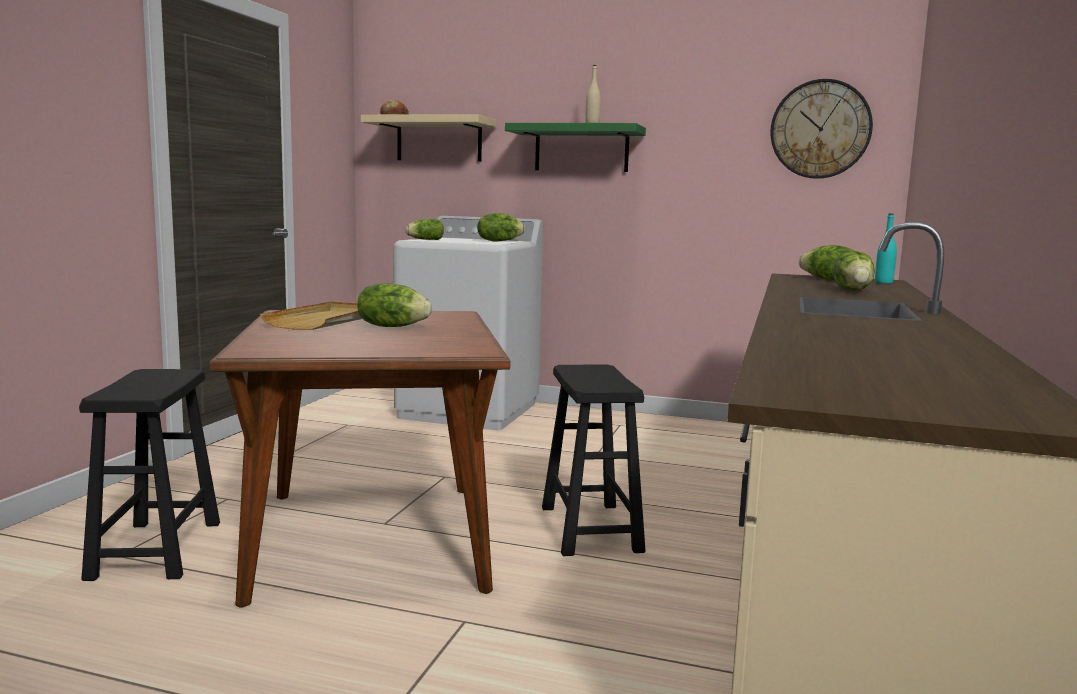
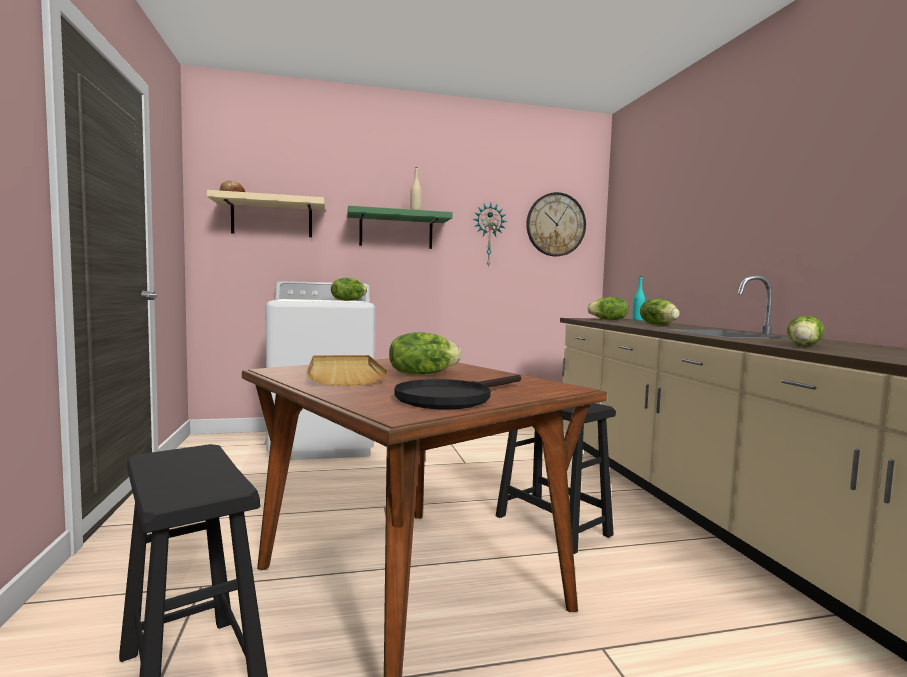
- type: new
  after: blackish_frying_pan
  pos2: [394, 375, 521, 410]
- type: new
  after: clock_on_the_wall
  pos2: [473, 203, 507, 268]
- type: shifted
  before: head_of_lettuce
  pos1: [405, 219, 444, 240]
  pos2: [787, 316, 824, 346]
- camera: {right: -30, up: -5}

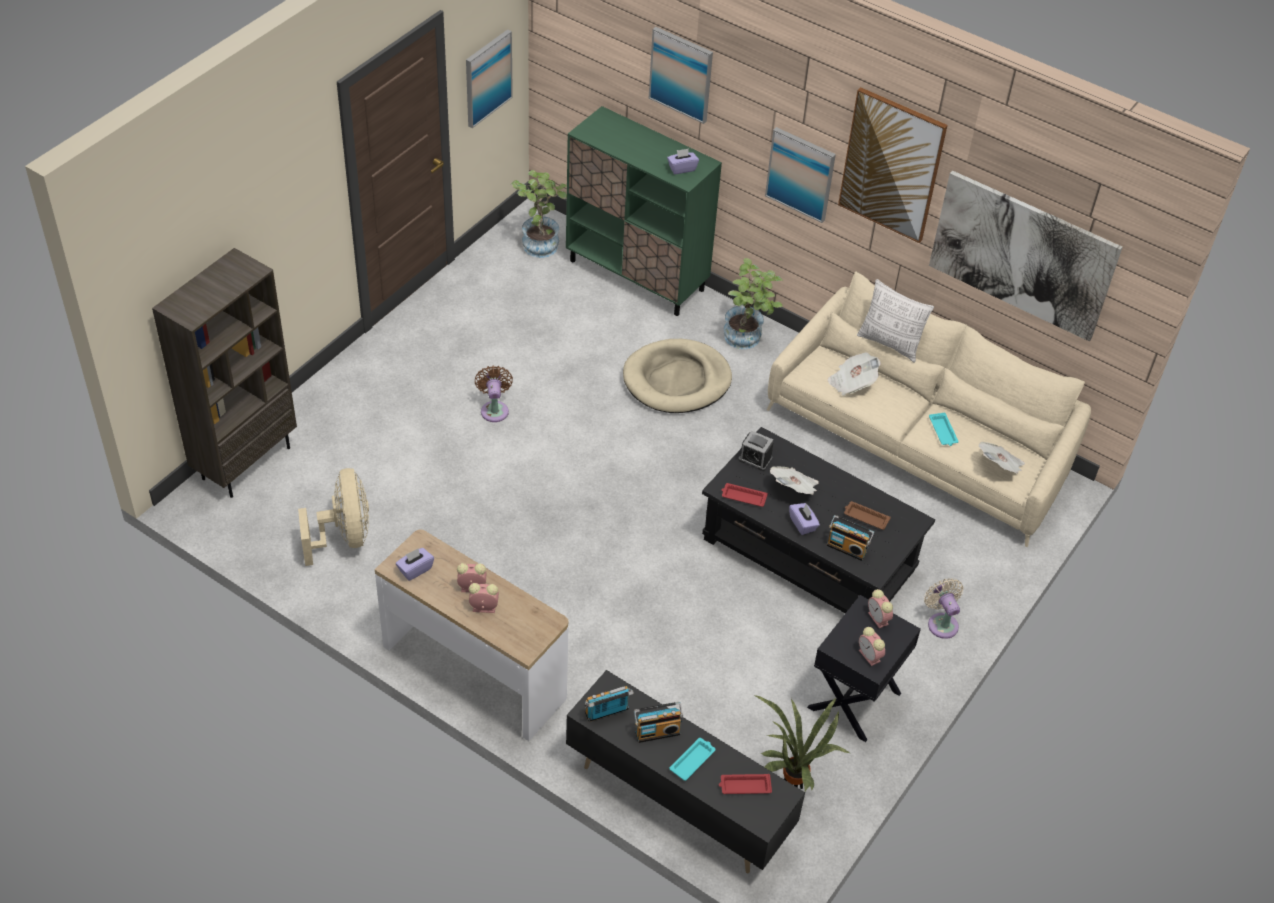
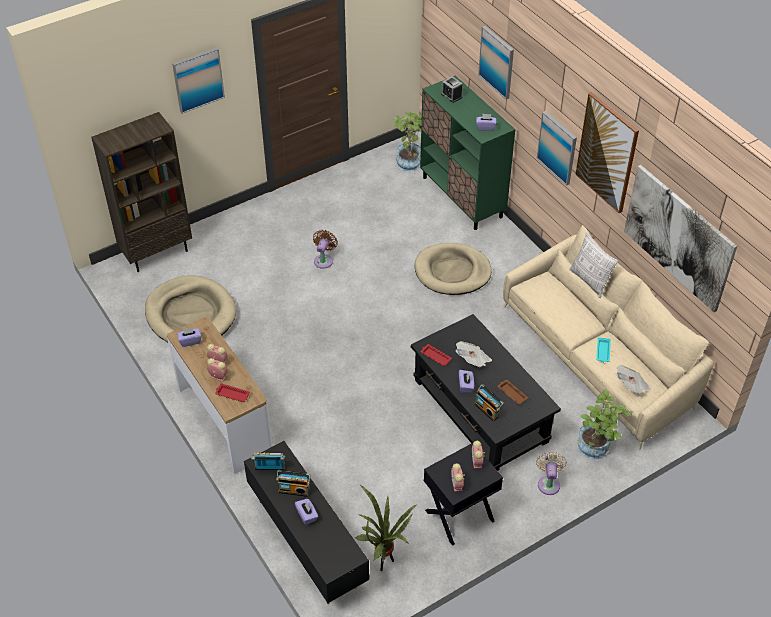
- type: gone
  before: newspaper
  pos1: [828, 352, 881, 396]
- type: shifted
  before: wall_art
  pos1: [466, 29, 513, 128]
  pos2: [172, 47, 225, 114]
- type: shifted
  before: reddish_serving_tray
  pos1: [719, 774, 772, 794]
  pos2: [215, 384, 250, 402]
- type: shifted
  before: plant_in_a_pot
  pos1: [724, 258, 784, 349]
  pos2: [578, 389, 632, 459]
- type: shifted
  before: alarm_clock
  pos1: [738, 431, 774, 471]
  pos2: [441, 76, 463, 103]
- type: swapped
  before: beige_electric_fan
  after: beige_dog_bed
  pos1: [298, 468, 369, 566]
  pos2: [145, 275, 236, 342]
- type: swapped
  before: turquoise-coloured_serving_tray
  after: purplish_tissue_holder
  pos1: [669, 738, 715, 781]
  pos2: [295, 499, 318, 525]
- camera: {right: 25, up: 0}

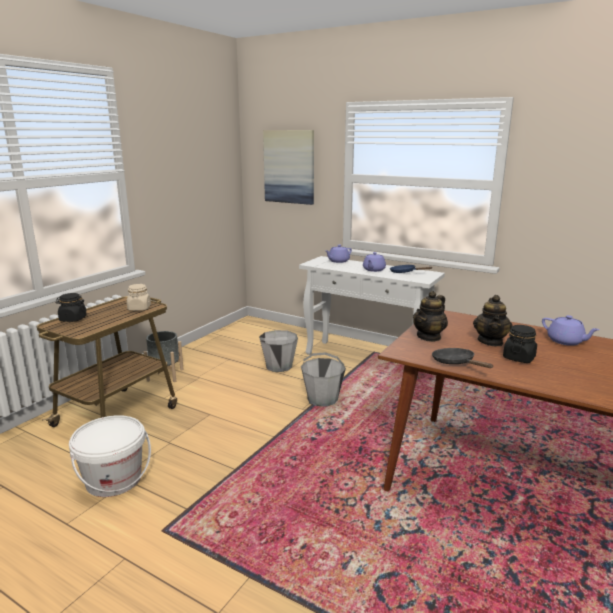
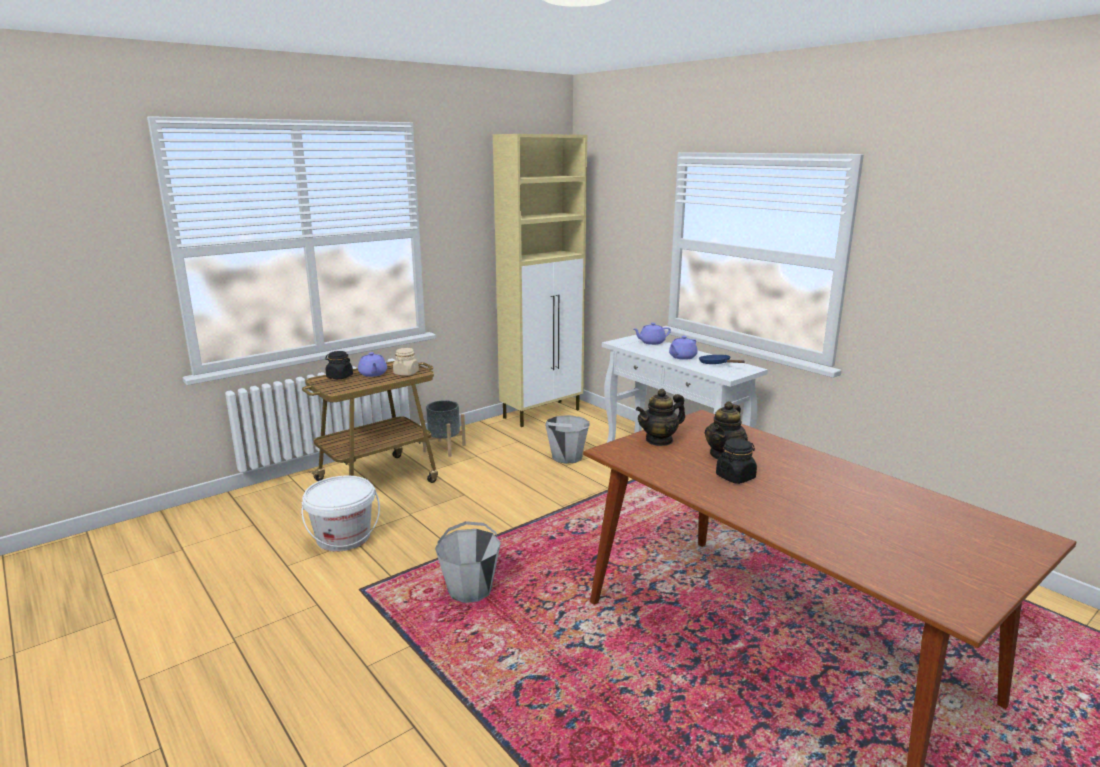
- type: gone
  before: wall_art
  pos1: [263, 130, 314, 205]
- type: gone
  before: blackish_frying_pan
  pos1: [432, 348, 493, 368]
- type: new
  after: beige_storage_cabinet
  pos2: [493, 134, 587, 427]
- type: shifted
  before: greyish_water_bucket
  pos1: [301, 352, 346, 407]
  pos2: [435, 521, 501, 603]
- type: shifted
  before: purplish_pot_for_tea
  pos1: [542, 315, 600, 346]
  pos2: [358, 352, 387, 377]
- camera: {right: 20, up: 0}

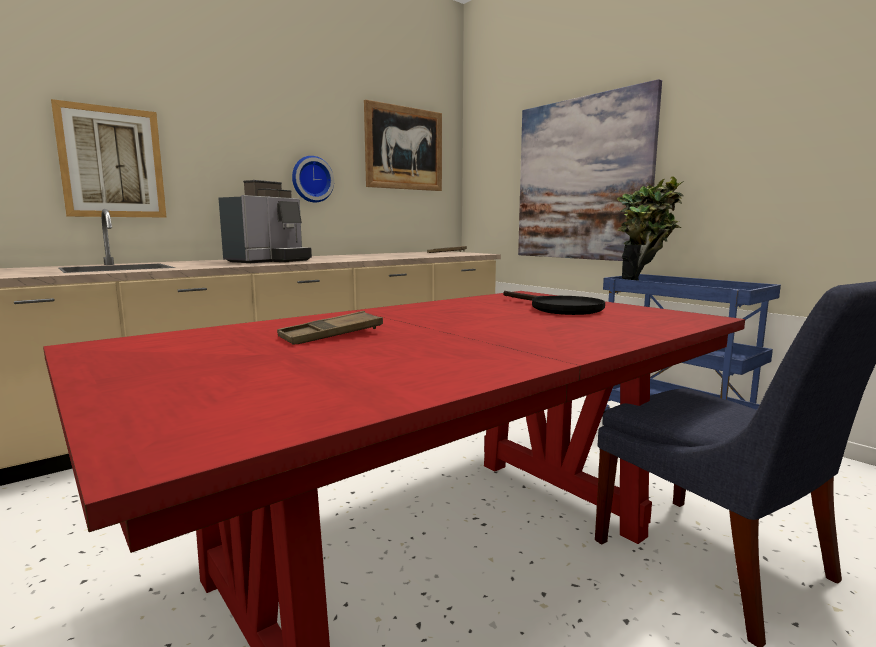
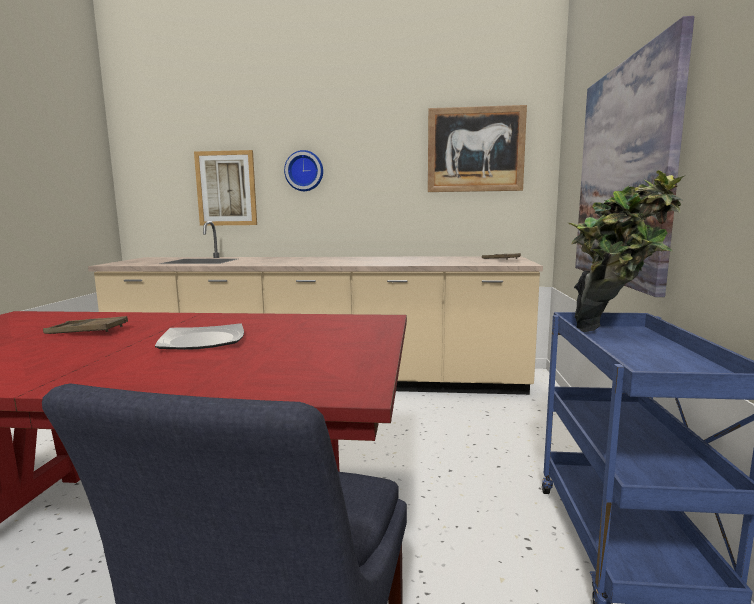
- type: gone
  before: coffee_machine
  pos1: [219, 180, 312, 263]
- type: gone
  before: blackish_frying_pan
  pos1: [503, 291, 605, 315]
- type: new
  after: flat_dish
  pos2: [155, 323, 244, 350]
- type: shifted
  before: clock_on_the_wall
  pos1: [292, 156, 334, 203]
  pos2: [284, 150, 323, 191]
- camera: {right: 45, up: 0}

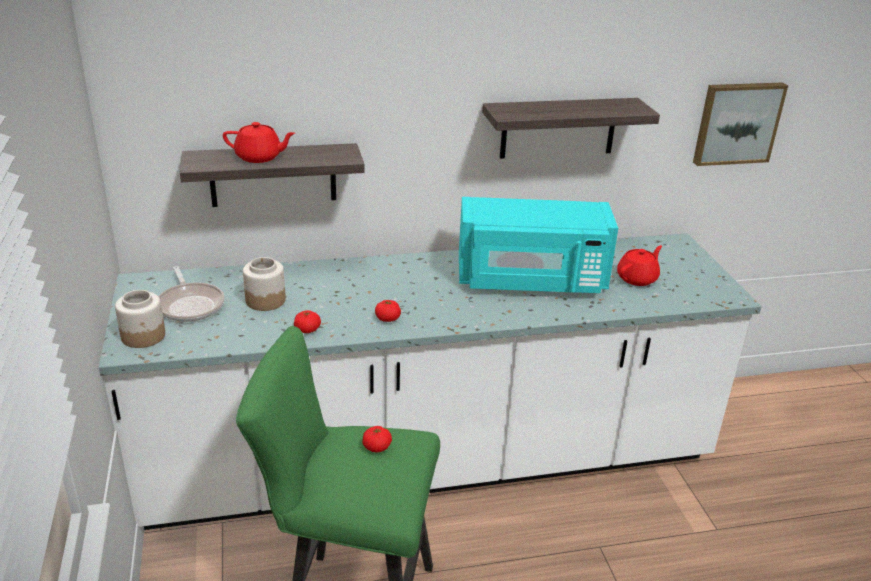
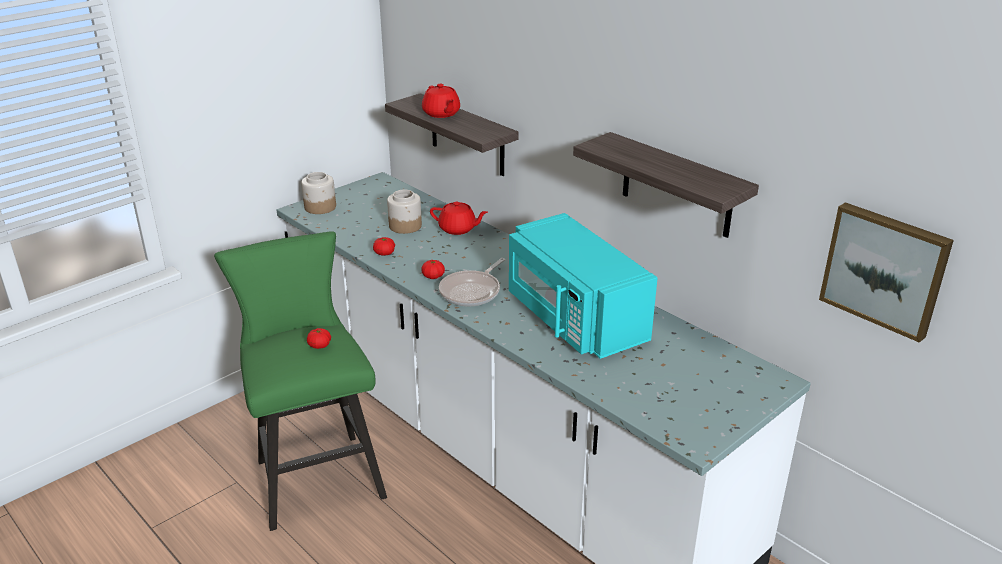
- type: shifted
  before: frying_pan
  pos1: [159, 266, 224, 322]
  pos2: [439, 258, 506, 306]
- type: shifted
  before: reddish_pot_for_tea
  pos1: [617, 245, 662, 286]
  pos2: [430, 202, 488, 235]
- camera: {right: 60, up: 0}

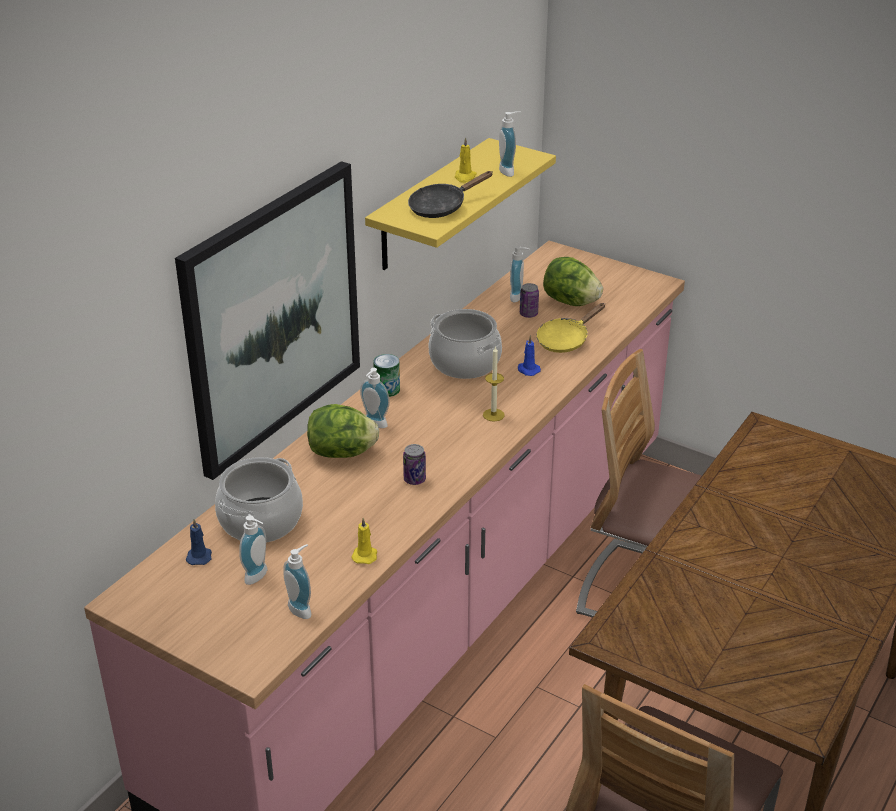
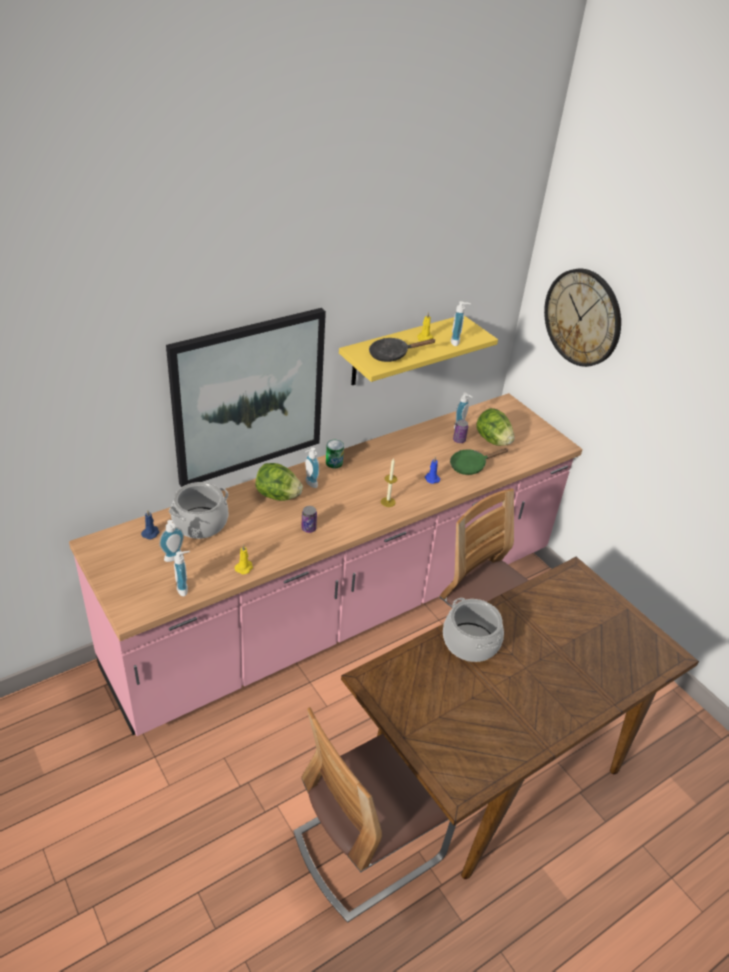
- type: new
  after: clock_on_the_wall
  pos2: [544, 268, 621, 367]
- type: shifted
  before: cooking_pot
  pos1: [429, 309, 502, 379]
  pos2: [443, 598, 504, 662]
- type: repainted
  before: yellowish_frying_pan
  after: green-coloured_frying_pan
  pos1: [536, 303, 605, 353]
  pos2: [450, 448, 508, 475]
- camera: {right: 20, up: 5}

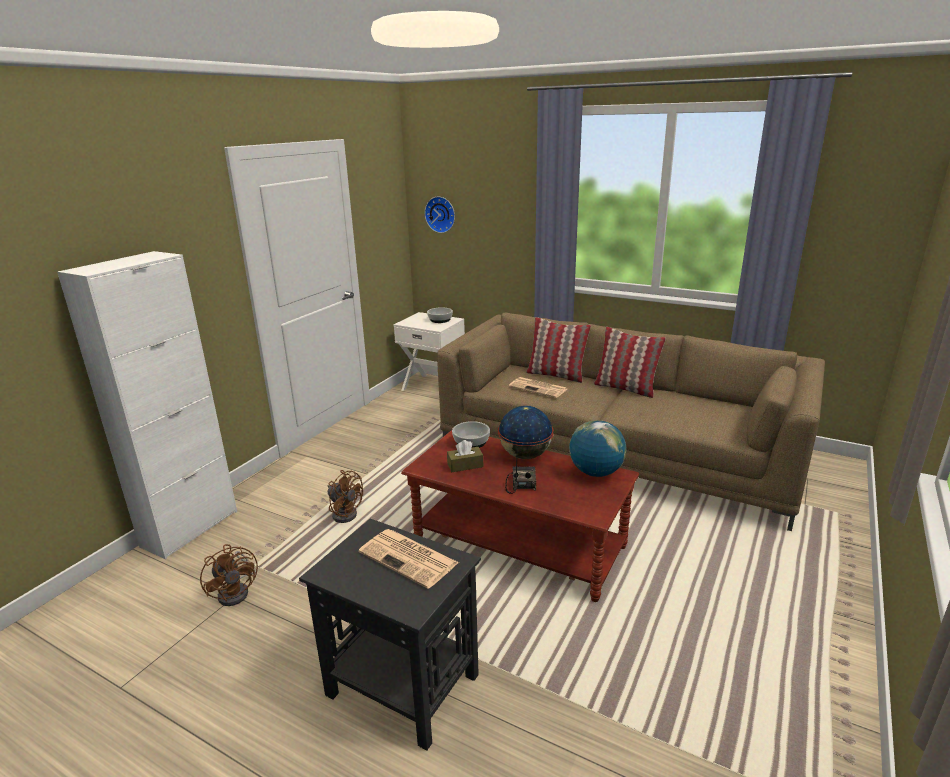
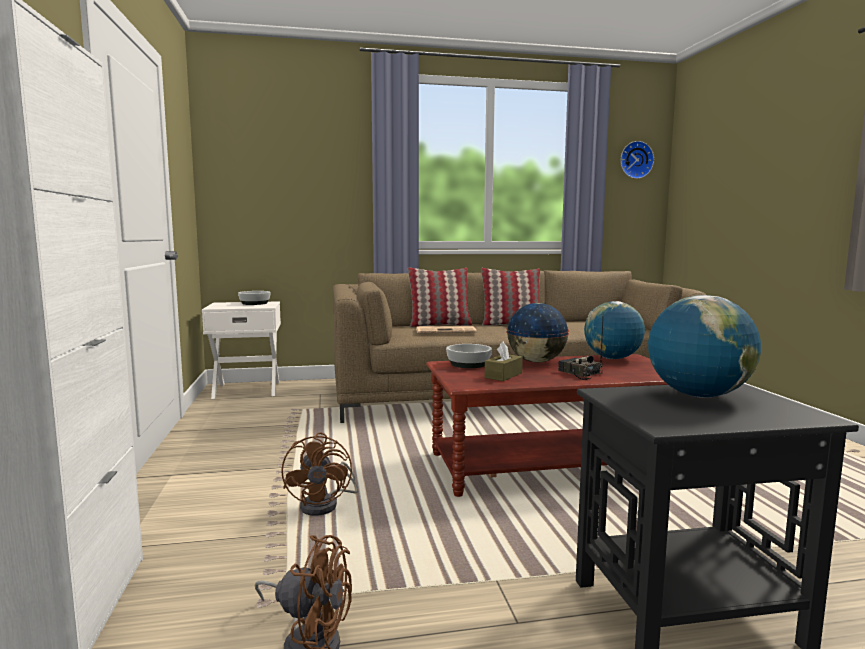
- type: shifted
  before: clock_on_the_wall
  pos1: [425, 196, 455, 233]
  pos2: [620, 141, 654, 179]
- type: swapped
  before: newspaper
  after: world_globe
  pos1: [359, 529, 459, 589]
  pos2: [648, 295, 761, 398]
- type: rotated
  before: brown_electric_fan
  pos1: [327, 470, 363, 523]
  pos2: [281, 432, 358, 516]
  turn: 90
- camera: {right: -40, up: -15}

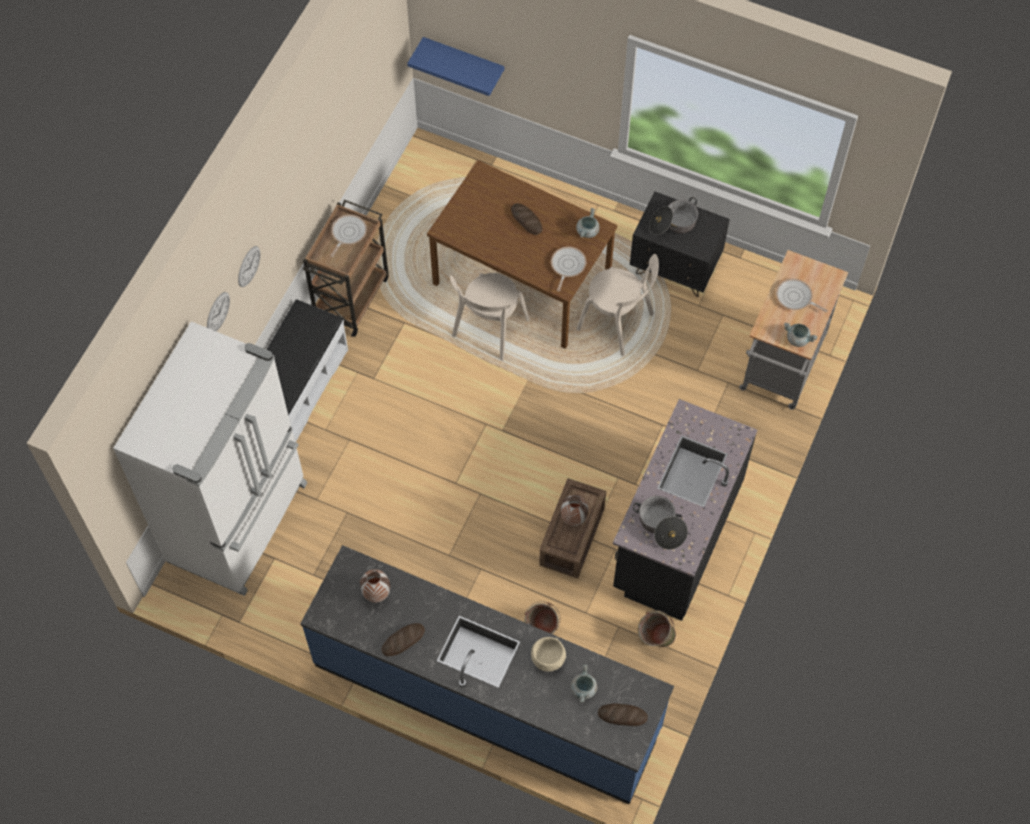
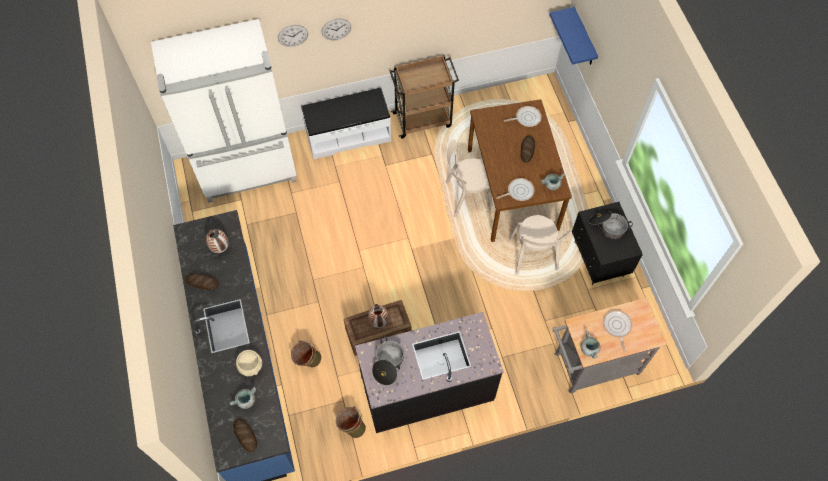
- type: shifted
  before: frying_pan
  pos1: [330, 215, 367, 257]
  pos2: [504, 106, 542, 127]
- camera: {right: 50, up: 0}

